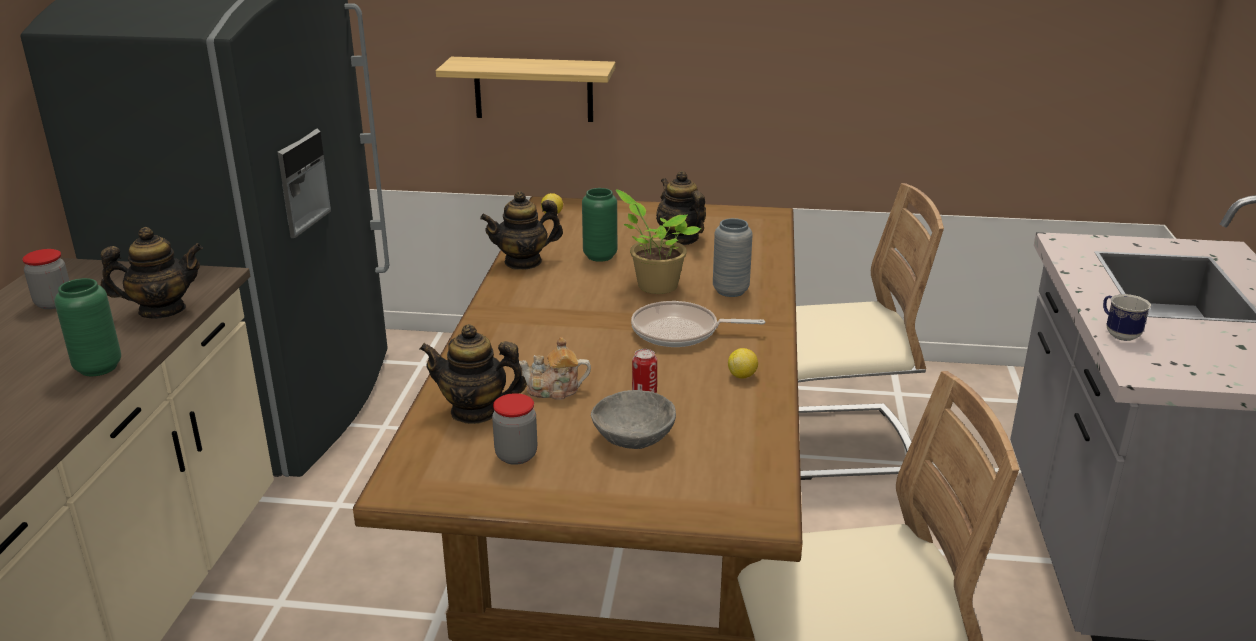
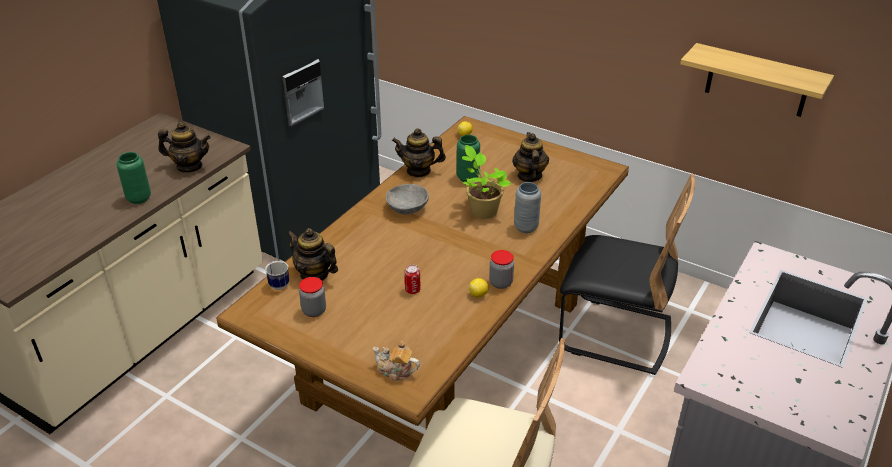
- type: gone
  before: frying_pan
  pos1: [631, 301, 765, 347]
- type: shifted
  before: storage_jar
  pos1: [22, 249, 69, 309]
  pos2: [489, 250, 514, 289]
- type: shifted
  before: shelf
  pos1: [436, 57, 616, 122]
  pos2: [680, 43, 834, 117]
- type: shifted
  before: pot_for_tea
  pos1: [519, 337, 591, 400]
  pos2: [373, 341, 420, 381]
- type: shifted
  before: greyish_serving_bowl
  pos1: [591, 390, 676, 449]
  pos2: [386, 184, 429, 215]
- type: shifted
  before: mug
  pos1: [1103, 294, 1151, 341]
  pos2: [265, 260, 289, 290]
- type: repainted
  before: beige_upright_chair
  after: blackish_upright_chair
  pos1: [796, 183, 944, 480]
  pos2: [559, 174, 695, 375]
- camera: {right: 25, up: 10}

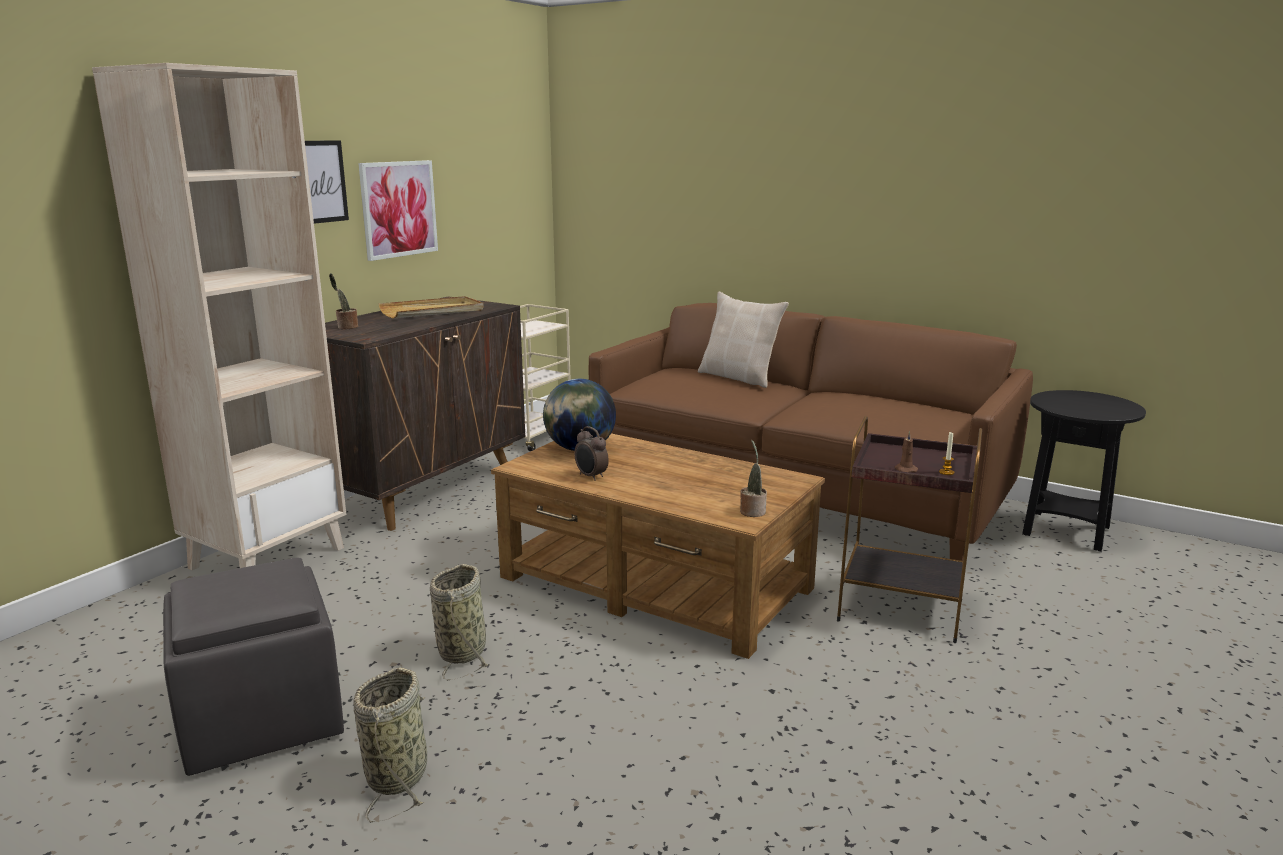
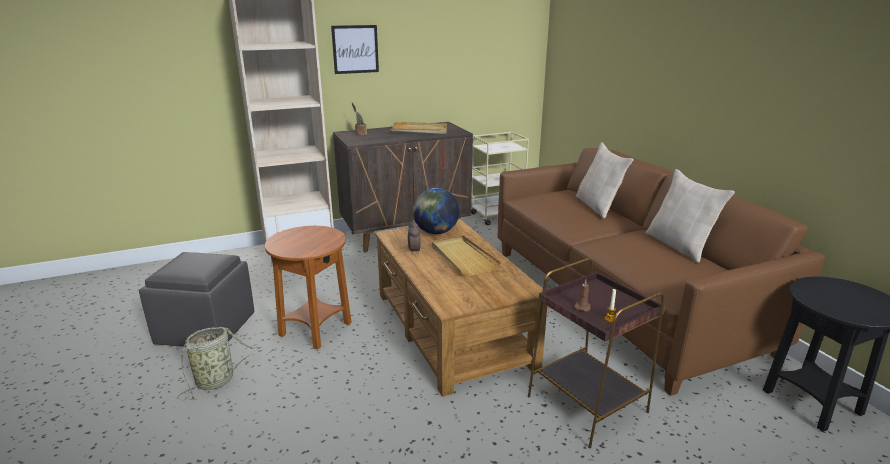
- type: gone
  before: wall_art
  pos1: [358, 160, 438, 261]
- type: gone
  before: plant_in_a_pot
  pos1: [740, 440, 767, 517]
- type: new
  after: beige_serving_tray
  pos2: [432, 235, 501, 276]
- type: new
  after: beige_pillow
  pos2: [645, 169, 735, 263]
- type: swapped
  before: basket
  after: brown_side_table
  pos1: [430, 564, 490, 681]
  pos2: [265, 226, 352, 350]
- camera: {right: 35, up: 5}

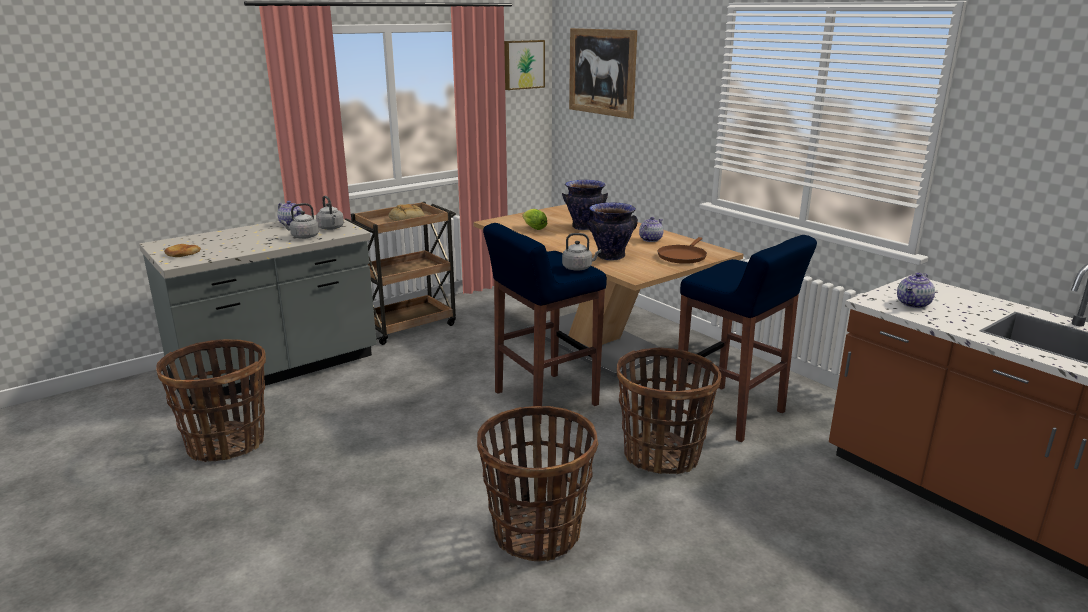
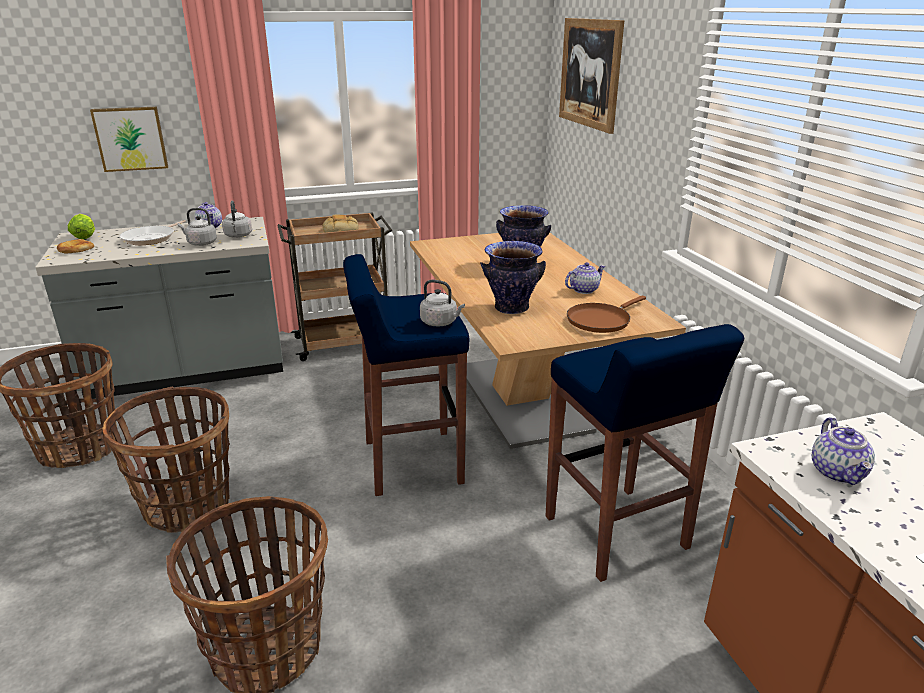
- type: new
  after: frying_pan
  pos2: [120, 220, 186, 245]
- type: shifted
  before: wall_art
  pos1: [504, 40, 545, 90]
  pos2: [90, 107, 168, 172]
- type: shifted
  before: head_of_lettuce
  pos1: [522, 209, 547, 230]
  pos2: [68, 214, 95, 239]
- type: shifted
  before: basket
  pos1: [617, 348, 721, 474]
  pos2: [102, 386, 230, 533]
- type: rotated
  before: pot_for_tea
  pos1: [897, 273, 935, 308]
  pos2: [812, 417, 875, 485]
  turn: -60
- camera: {right: 20, up: 5}

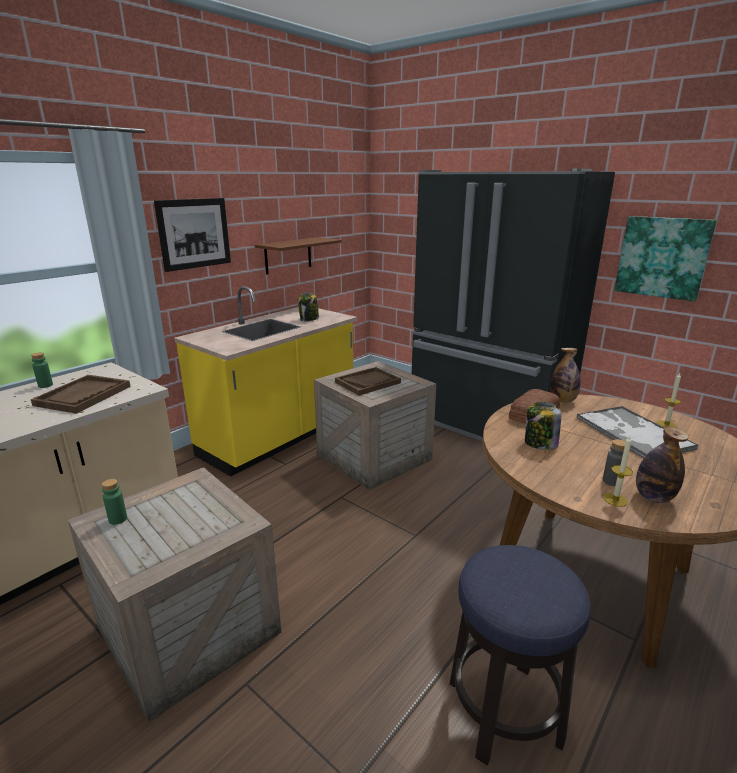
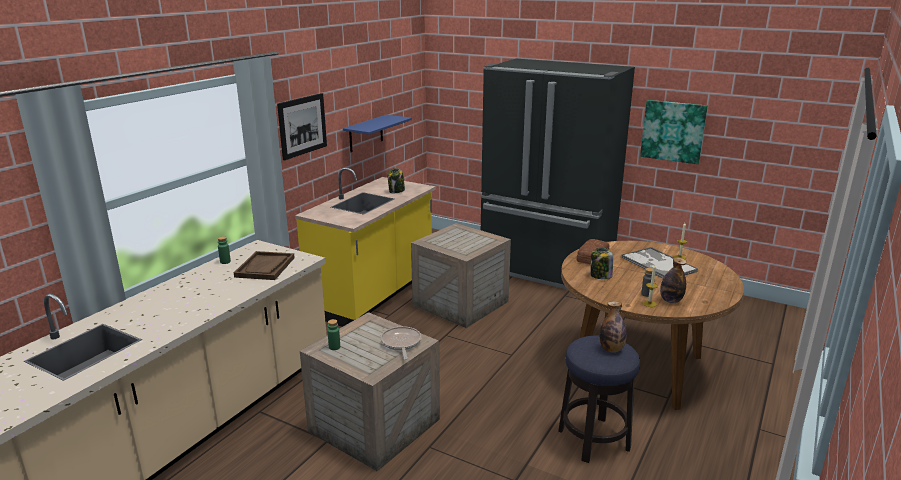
- type: gone
  before: brown_serving_tray
  pos1: [335, 367, 401, 396]
- type: new
  after: frying_pan
  pos2: [381, 326, 421, 360]
- type: shifted
  before: beverage_bottle
  pos1: [550, 348, 581, 403]
  pos2: [600, 301, 627, 353]
- type: repainted
  before: brown_shelf
  after: blue-coloured_shelf
  pos1: [255, 237, 342, 275]
  pos2: [343, 115, 412, 152]
- camera: {right: -10, up: 0}

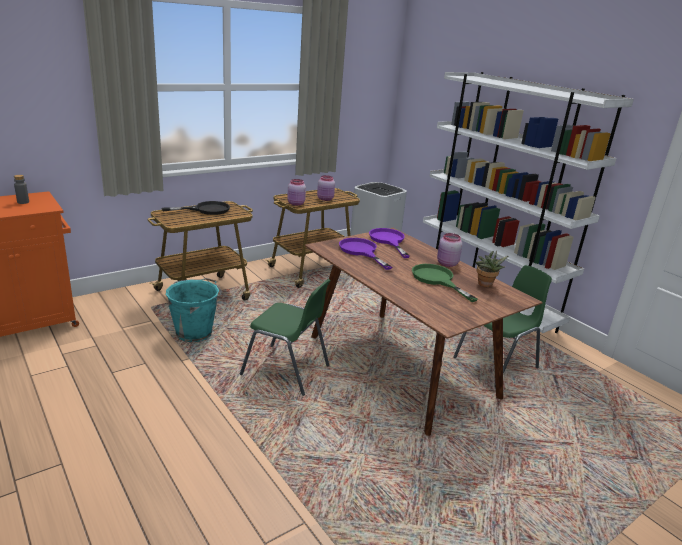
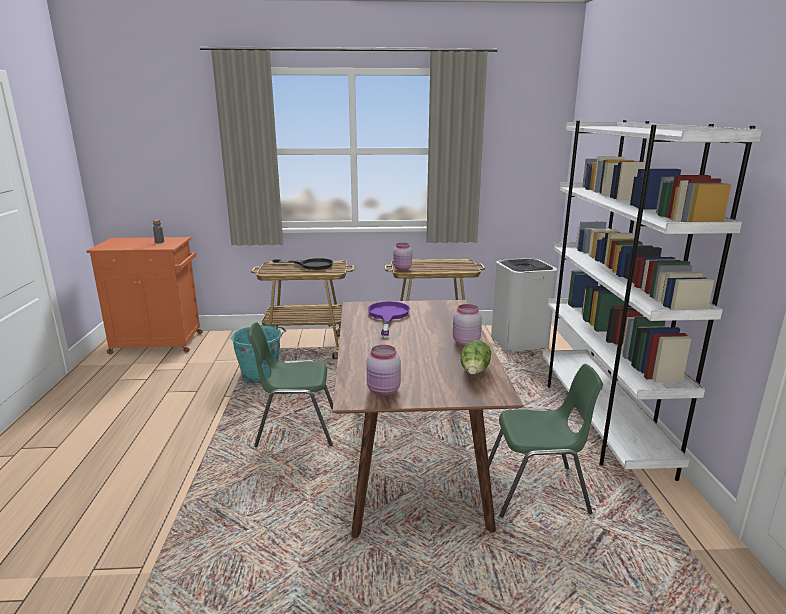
- type: gone
  before: purplish_frying_pan
  pos1: [369, 228, 410, 258]
- type: gone
  before: green-coloured_frying_pan
  pos1: [412, 264, 478, 302]
- type: shifted
  before: pink_storage_jar
  pos1: [317, 175, 335, 201]
  pos2: [366, 345, 401, 396]
- type: swapped
  before: plant_in_a_pot
  after: head_of_lettuce
  pos1: [475, 250, 508, 287]
  pos2: [461, 340, 491, 375]
- type: rotated
  before: green-coloured_upright_chair
  pos1: [240, 279, 331, 396]
  pos2: [248, 322, 333, 447]
  turn: 120
- camera: {right: 35, up: -5}

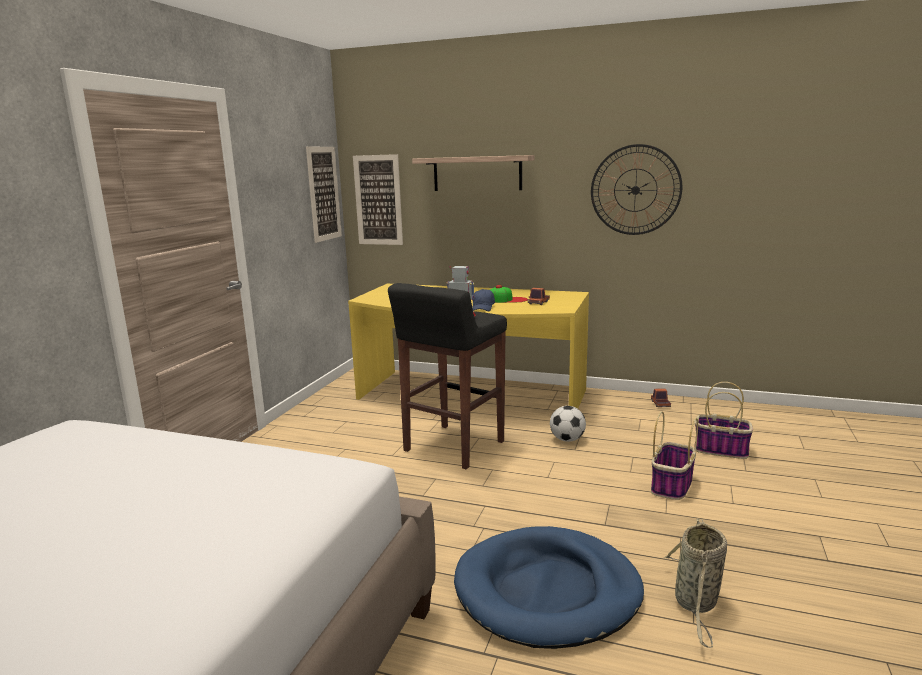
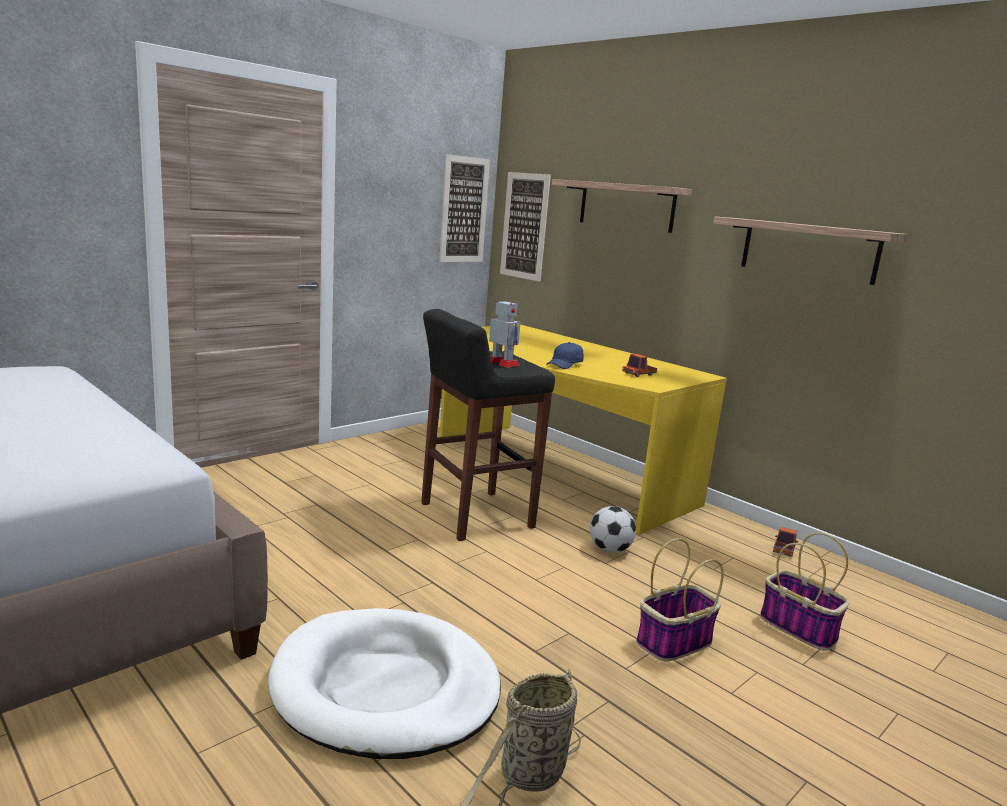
- type: gone
  before: baseball_cap
  pos1: [490, 285, 528, 303]
- type: swapped
  before: clock_on_the_wall
  after: shelf
  pos1: [591, 144, 682, 235]
  pos2: [713, 217, 907, 285]
- type: repainted
  before: blue-coloured_dog_bed
  after: whitish_dog_bed
  pos1: [454, 526, 644, 649]
  pos2: [268, 608, 501, 759]
- camera: {right: 25, up: 0}

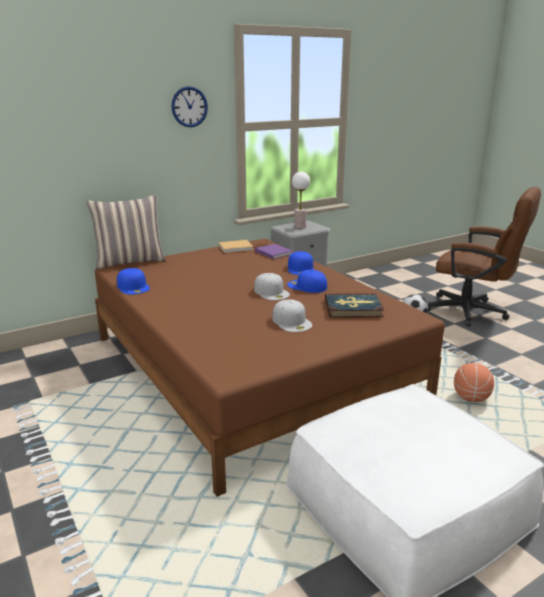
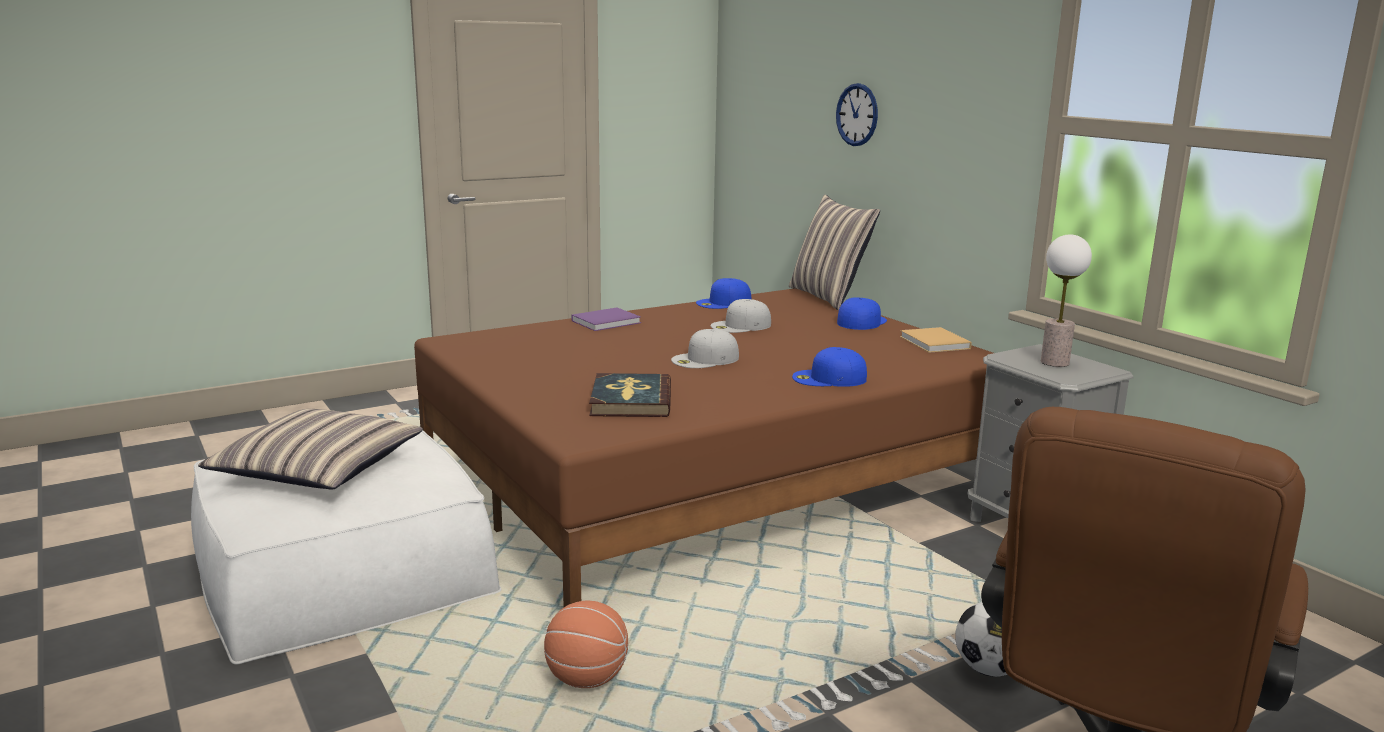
- type: new
  after: pillow
  pos2: [198, 409, 423, 490]
- type: shifted
  before: clock_on_the_wall
  pos1: [171, 86, 208, 127]
  pos2: [836, 83, 878, 146]
- type: shifted
  before: purplish_volume
  pos1: [255, 244, 292, 259]
  pos2: [572, 307, 641, 331]
- type: shifted
  before: whitish_baseball_cap
  pos1: [272, 299, 312, 332]
  pos2: [710, 299, 771, 333]
- type: shifted
  before: blue-coloured_baseball_cap
  pos1: [287, 269, 327, 293]
  pos2: [837, 297, 887, 330]
- camera: {right: 90, up: -5}

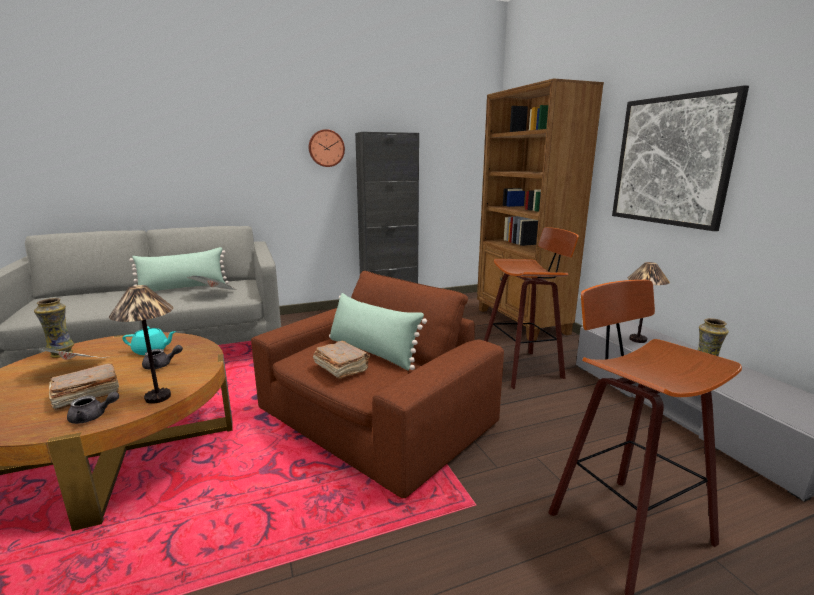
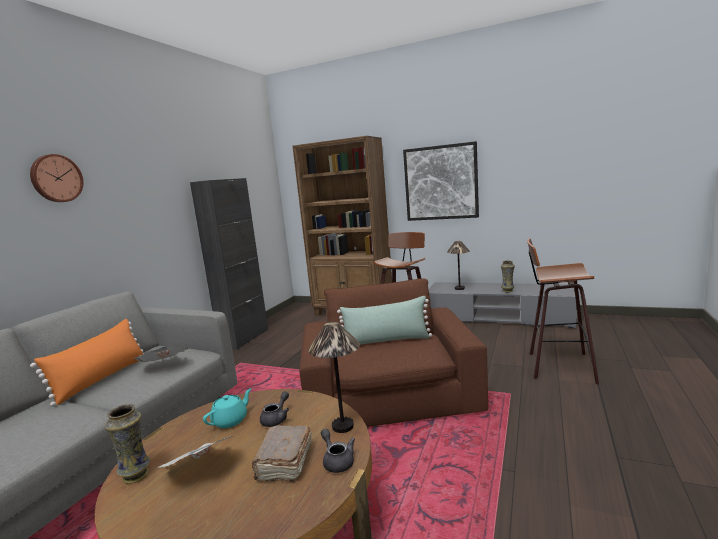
- type: gone
  before: brown_volume
  pos1: [313, 341, 370, 379]
- type: shifted
  before: clock_on_the_wall
  pos1: [309, 129, 345, 167]
  pos2: [30, 154, 83, 202]
- type: repainted
  before: green-coloured_pillow
  after: orangey_pillow
  pos1: [129, 247, 229, 291]
  pos2: [30, 319, 143, 407]
- type: rotated
  before: greyish_pot_for_tea
  pos1: [67, 392, 119, 424]
  pos2: [321, 429, 355, 473]
  turn: -60
- camera: {right: -45, up: -5}

